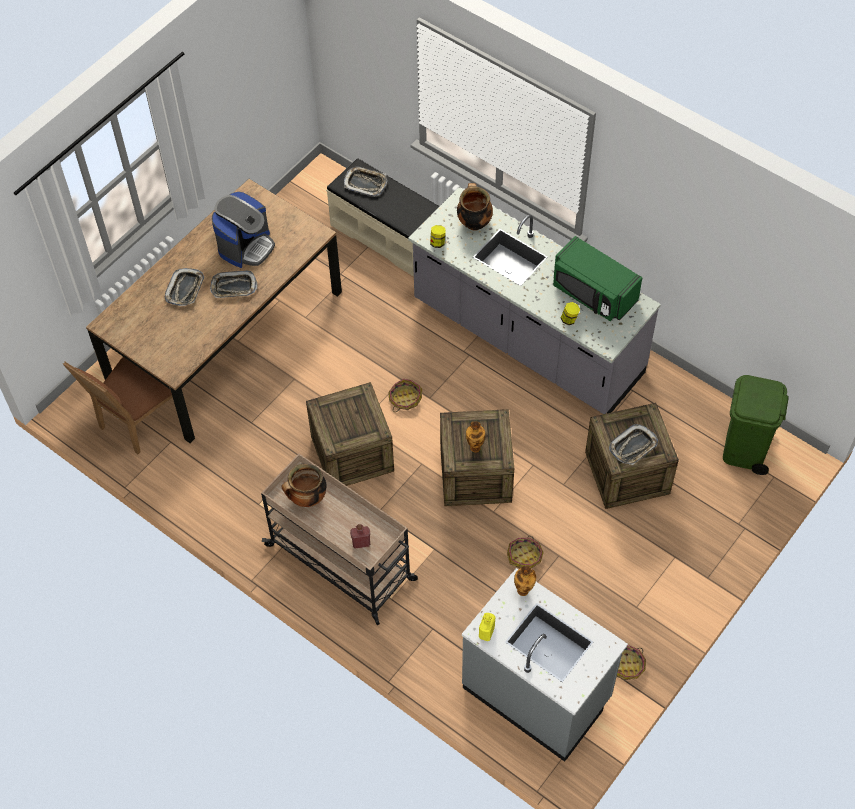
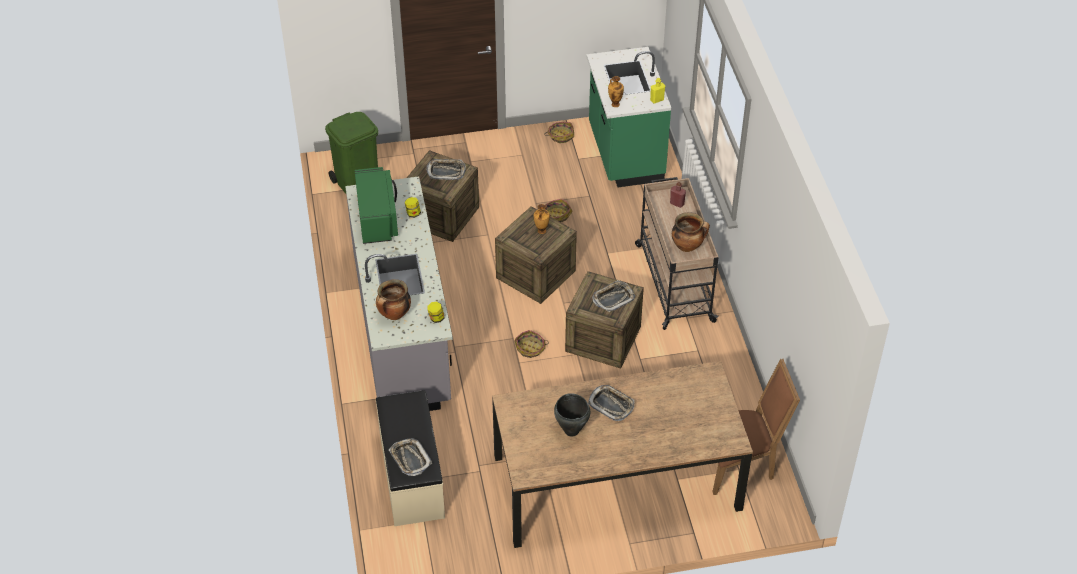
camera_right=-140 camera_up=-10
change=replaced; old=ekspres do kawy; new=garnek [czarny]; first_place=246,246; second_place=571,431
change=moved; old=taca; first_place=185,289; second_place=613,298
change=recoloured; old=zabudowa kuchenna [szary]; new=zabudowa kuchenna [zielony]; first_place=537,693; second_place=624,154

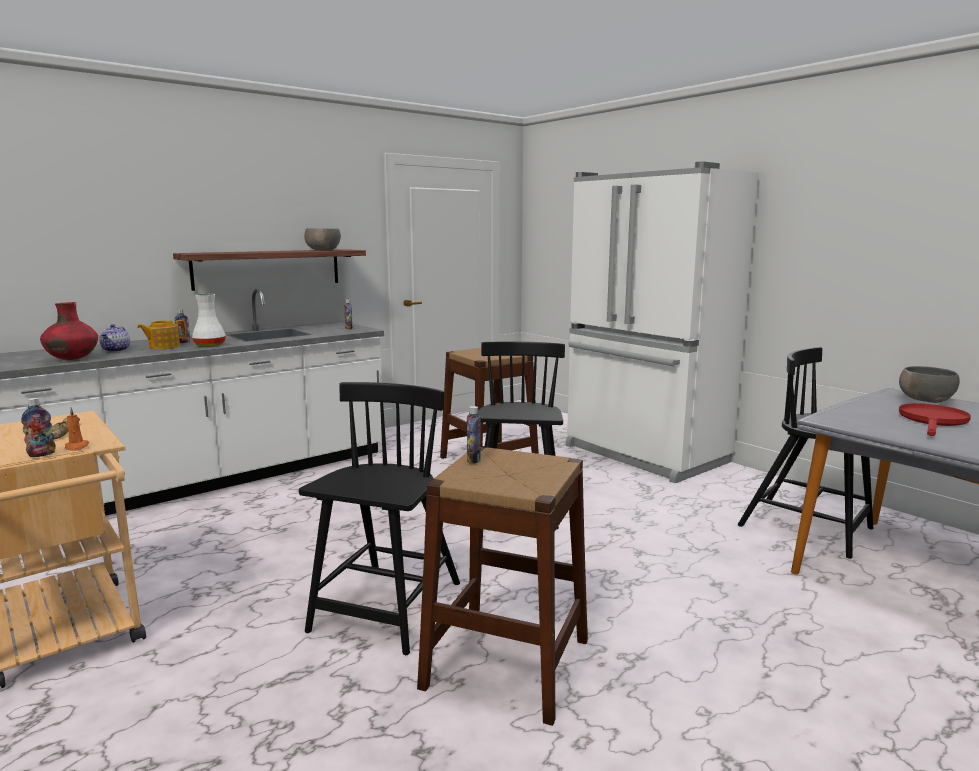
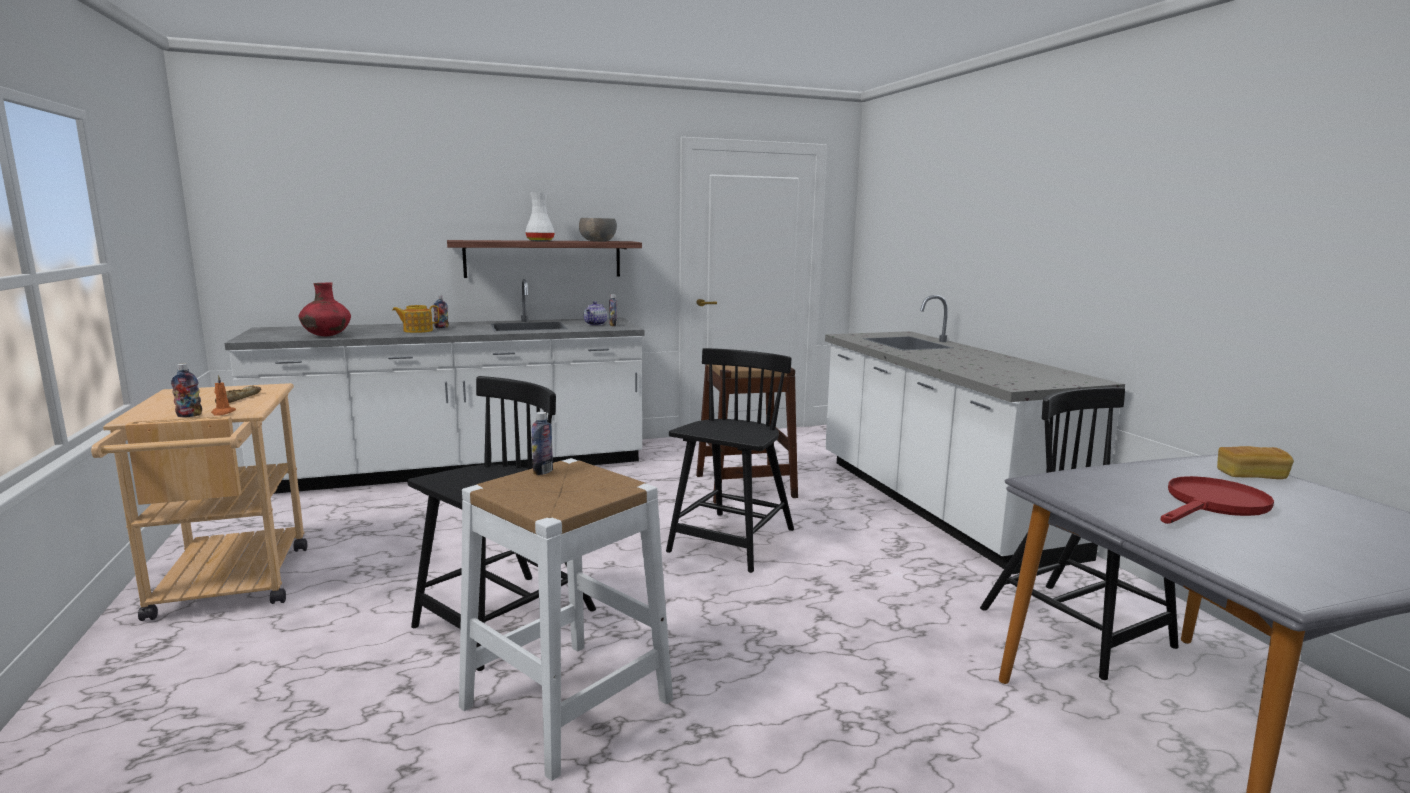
camera_right=20 camera_up=0
change=replaced; old=lodówka [biały]; new=zabudowa kuchenna [biały]; first_place=644,455; second_place=936,505
change=moved; old=wazon [biały]; first_place=209,345; second_place=540,240
change=moved; old=imbryk; first_place=116,350; second_place=595,324
change=replaced; old=miska [szary]; new=chleb; first_place=925,400; second_place=1251,476
change=recoloured; old=stołek [brązowy]; new=stołek [biały]; first_place=507,663; second_place=567,703

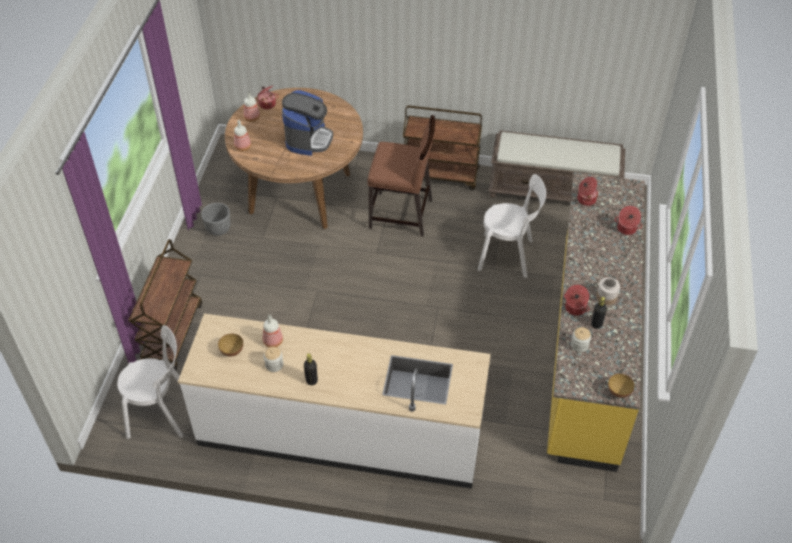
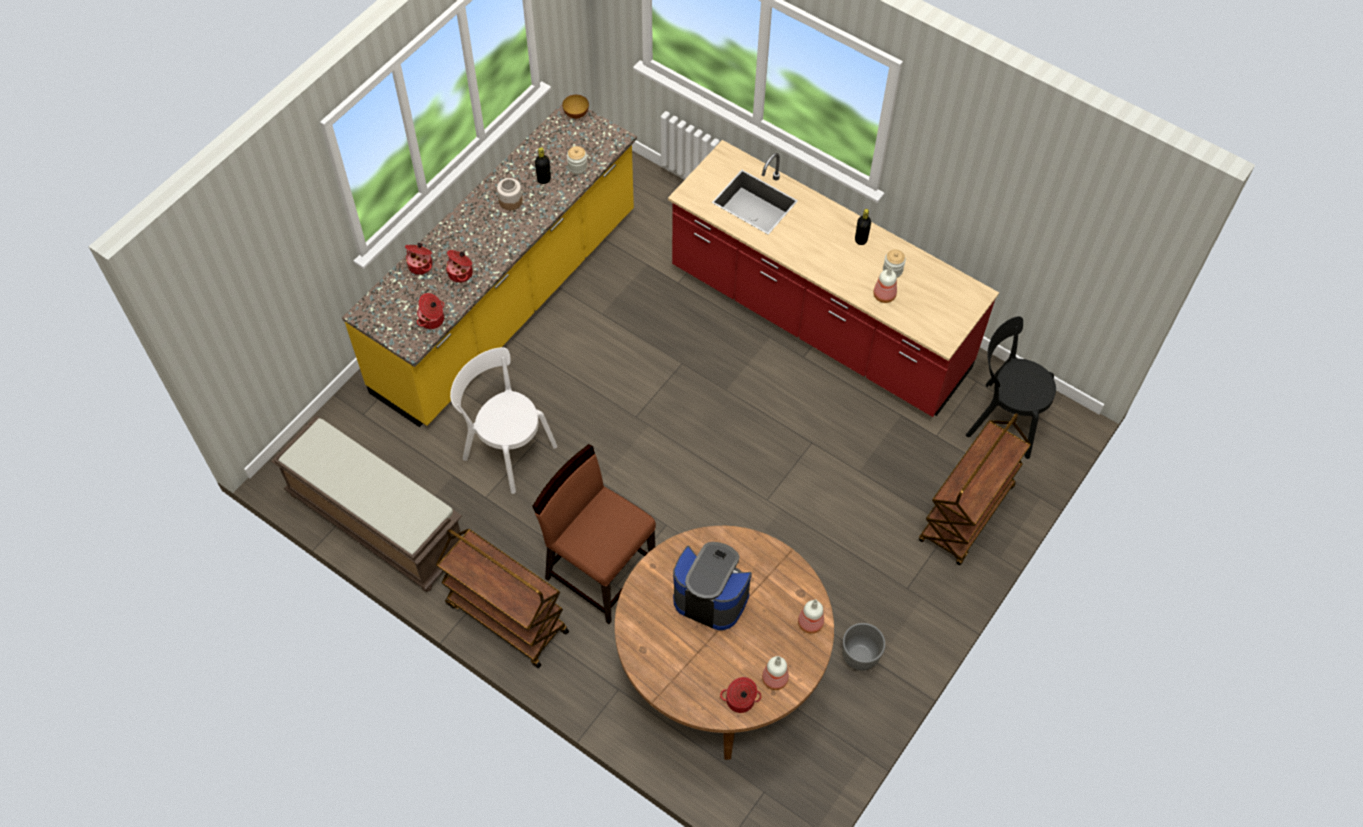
camera_right=-155 camera_up=10
change=turned; old=ekspres do kawy; first_place=308,139; second_place=711,596; degrees=75
change=moved; old=garnek; first_place=574,308; second_place=461,273
change=recoloured; old=zabudowa kuchenna [biały]; new=zabudowa kuchenna [czerwony]; first_place=341,433; second_place=818,321
change=recoloured; old=krzesło [biały]; new=krzesło [czarny]; first_place=161,413; second_place=1002,418
change=removed; old=miska; first_place=232,351

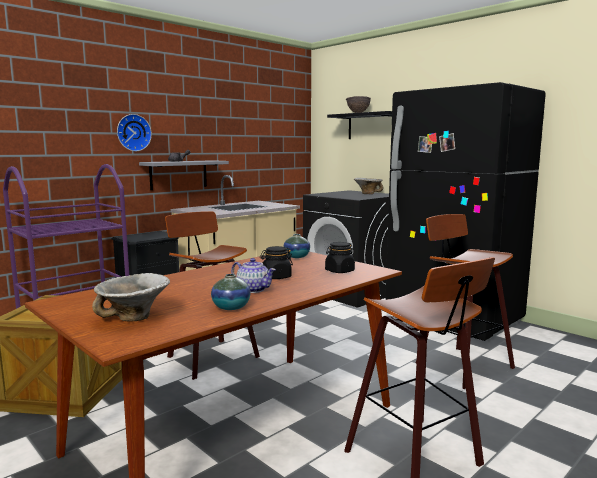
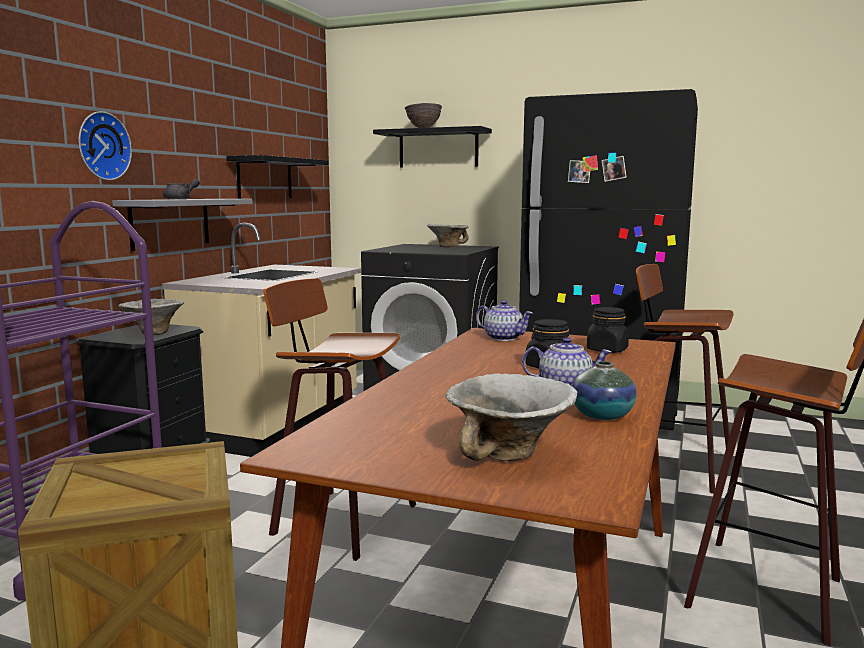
camera_right=-25 camera_up=0
change=replaced; old=wazon; new=imbryk; first_place=296,257; second_place=503,338
change=added; new=półka [czarny]; second_place=265,178
change=added; new=miska; second_place=153,333

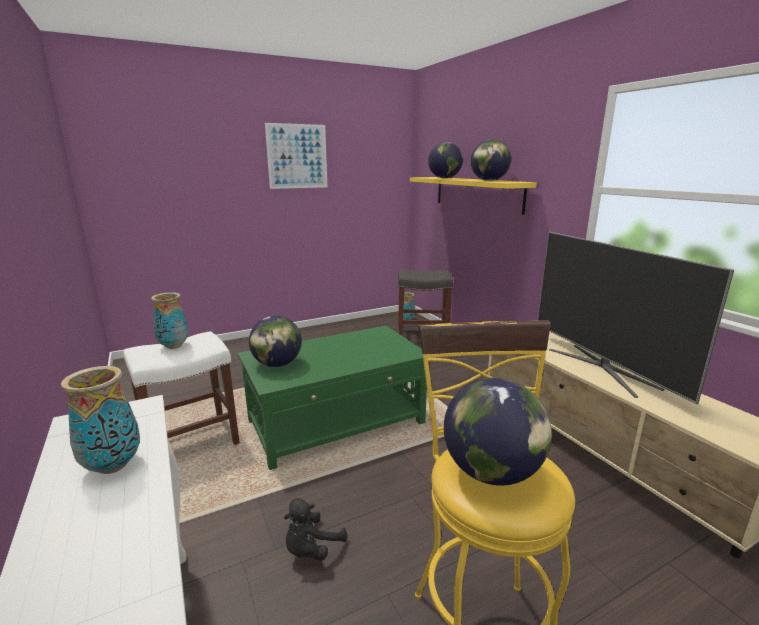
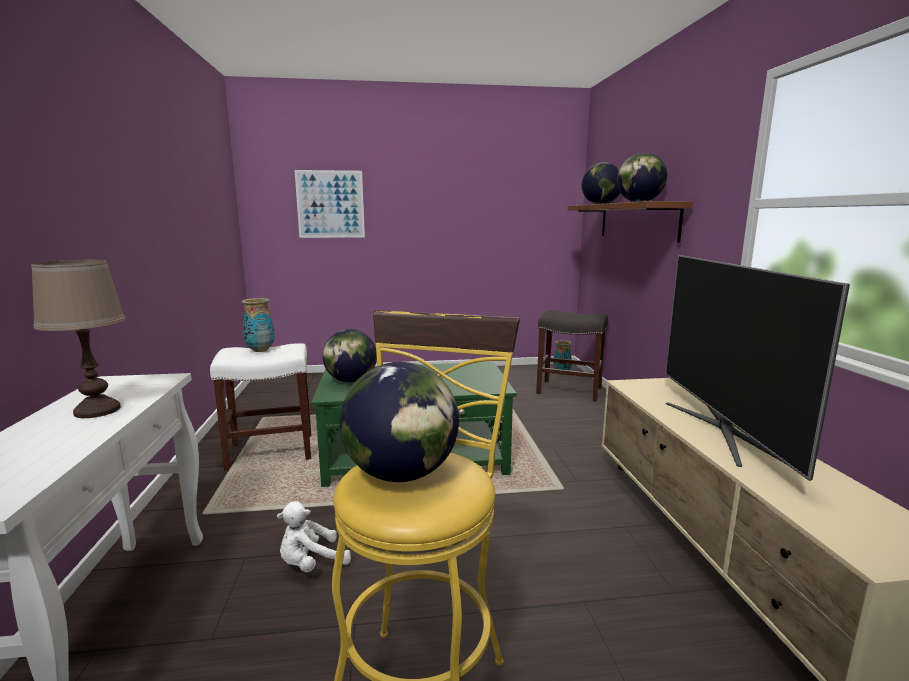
camera_right=20 camera_up=-5
change=moved; old=obraz; first_place=297,156; second_place=330,204
change=recoloured; old=półka [żółty]; new=półka [brązowy]; first_place=477,193; second_place=637,221
change=replaced; old=wazon; new=lampa stołowa [brązowy]; first_place=113,465; second_place=98,410
change=recoloured; old=pluszak [czarny]; new=pluszak [biały]; first_place=311,549; second_place=311,564

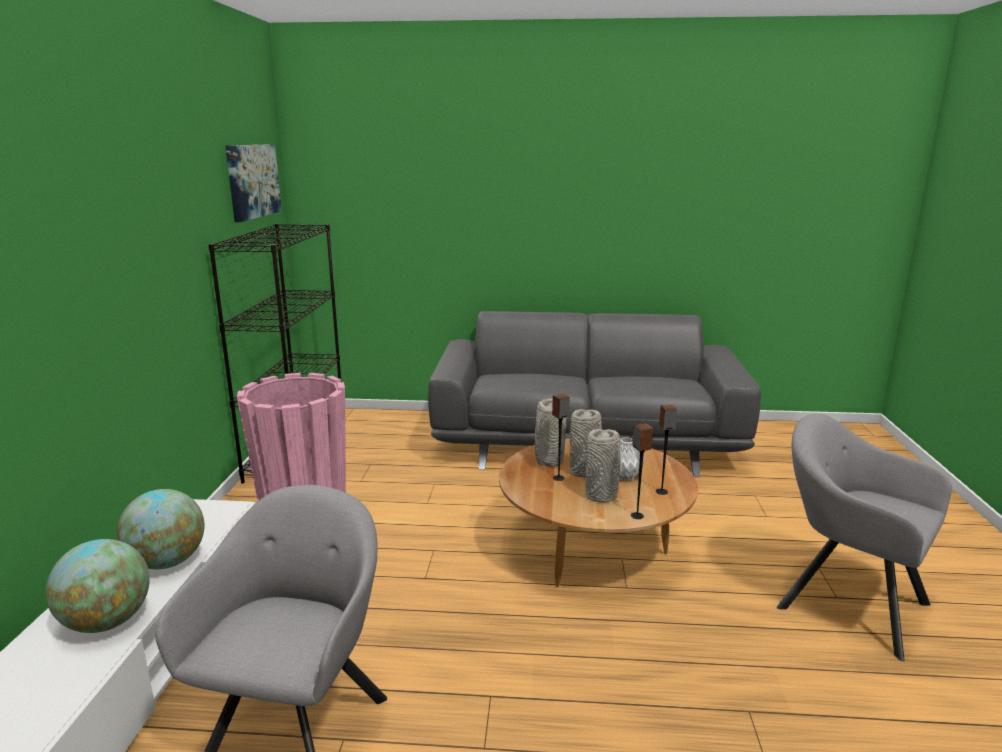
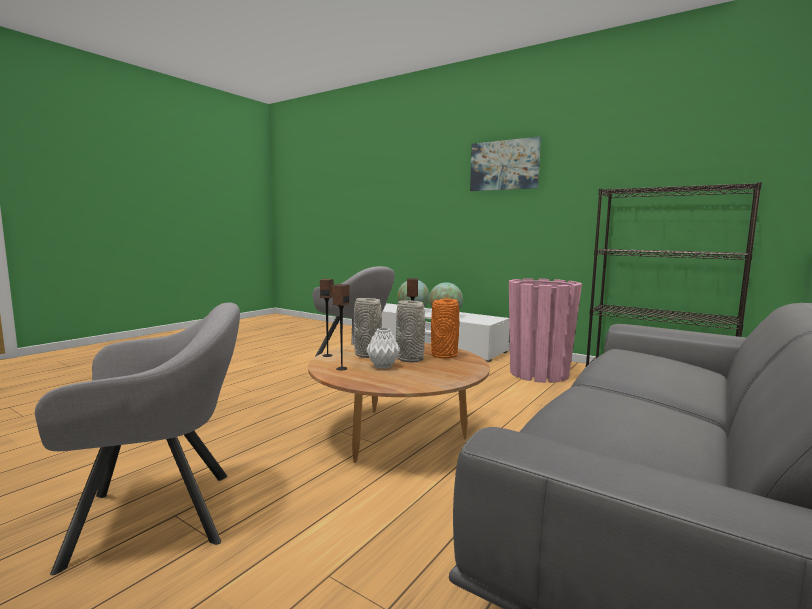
camera_right=120 camera_up=-10
change=moved; old=obraz; first_place=252,181; second_place=504,165
change=recoloured; old=wazon [szary]; new=wazon [pomarańczowy]; first_place=548,461; second_place=443,355

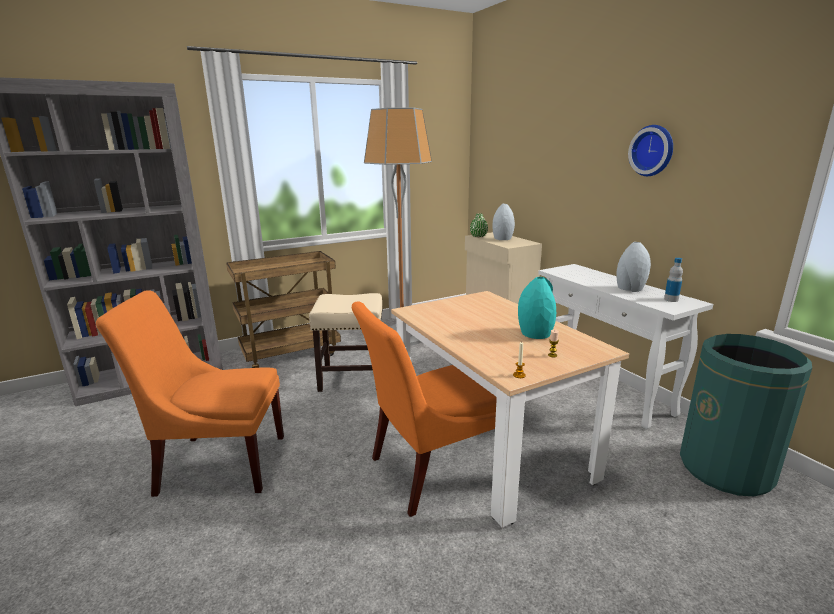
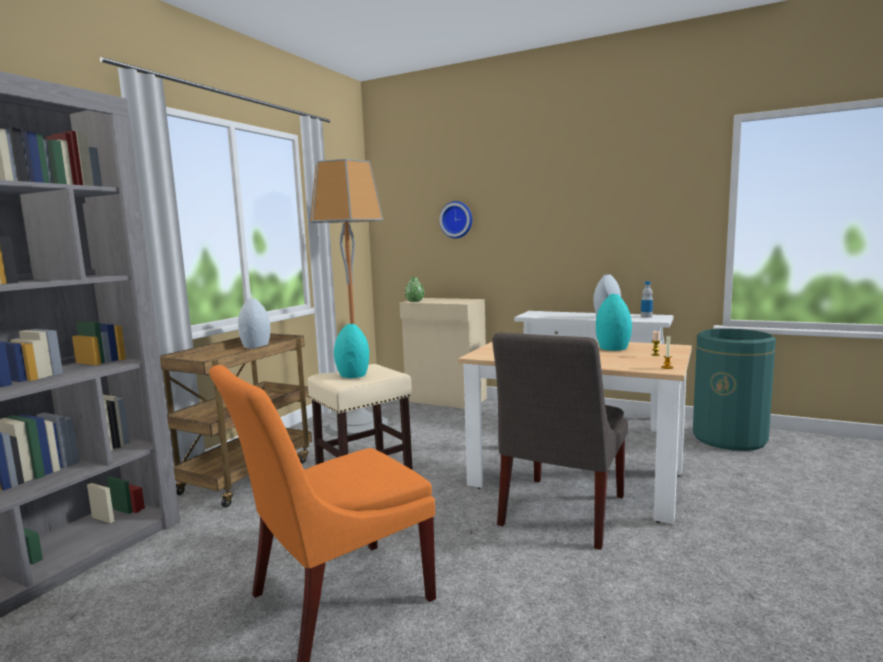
camera_right=-35 camera_up=-10
change=moved; old=zegar ścienny; first_place=653,150; second_place=457,219
change=moved; old=wazon [szary]; first_place=502,239; second_place=255,346
change=recoloured; old=krzesło [pomarańczowy]; new=krzesło [szary]; first_place=429,470; second_place=560,513
change=added; new=wazon [turkusowy]; second_place=353,375

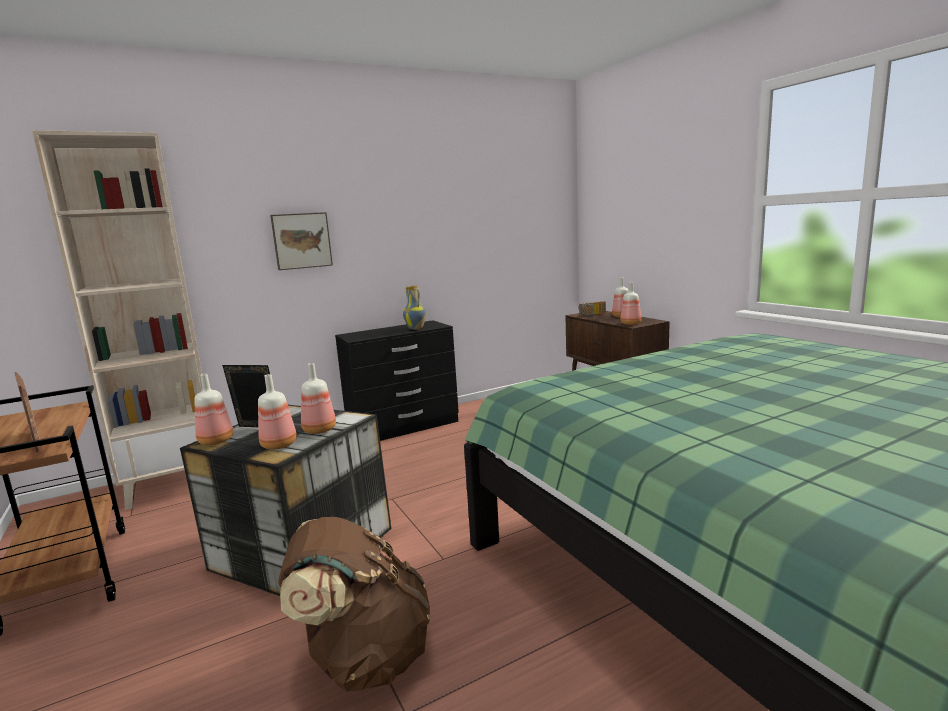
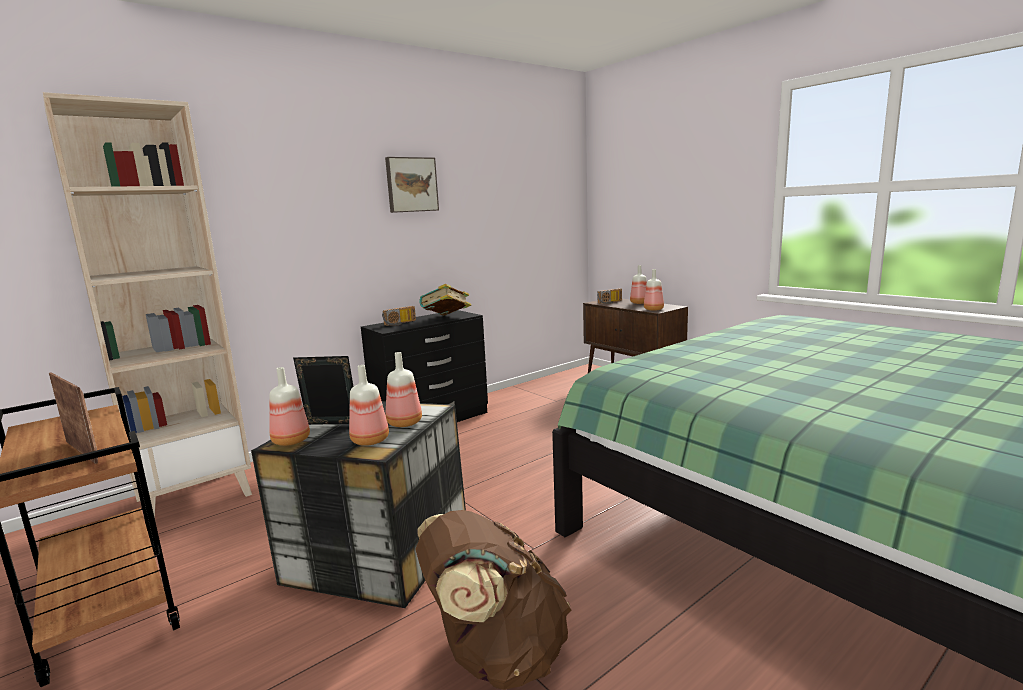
camera_right=-10 camera_up=0
change=moved; old=obraz; first_place=301,240; second_place=411,185
change=replaced; old=wazon; new=książka; first_place=416,328; second_place=446,318
change=added; new=radio; second_place=400,323

